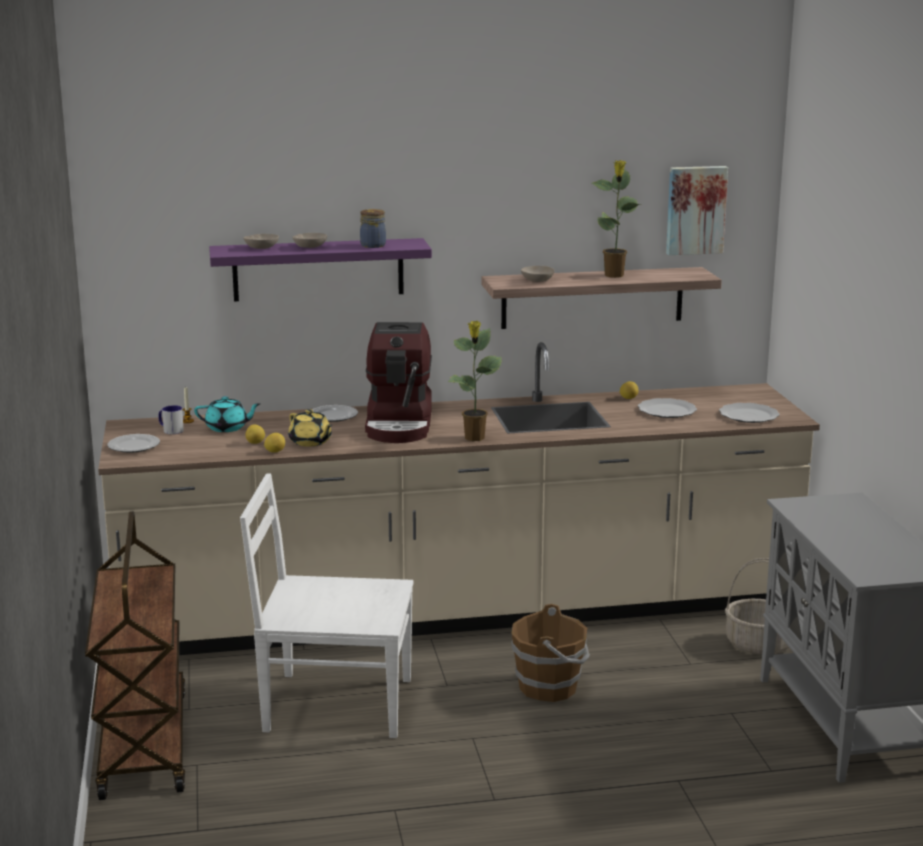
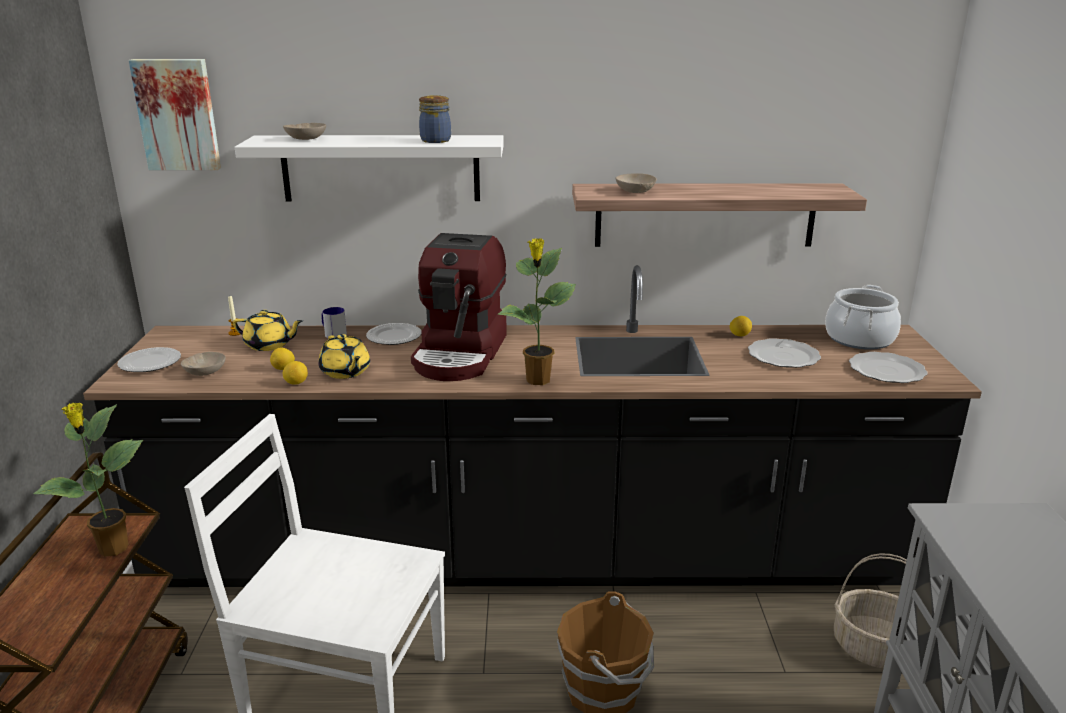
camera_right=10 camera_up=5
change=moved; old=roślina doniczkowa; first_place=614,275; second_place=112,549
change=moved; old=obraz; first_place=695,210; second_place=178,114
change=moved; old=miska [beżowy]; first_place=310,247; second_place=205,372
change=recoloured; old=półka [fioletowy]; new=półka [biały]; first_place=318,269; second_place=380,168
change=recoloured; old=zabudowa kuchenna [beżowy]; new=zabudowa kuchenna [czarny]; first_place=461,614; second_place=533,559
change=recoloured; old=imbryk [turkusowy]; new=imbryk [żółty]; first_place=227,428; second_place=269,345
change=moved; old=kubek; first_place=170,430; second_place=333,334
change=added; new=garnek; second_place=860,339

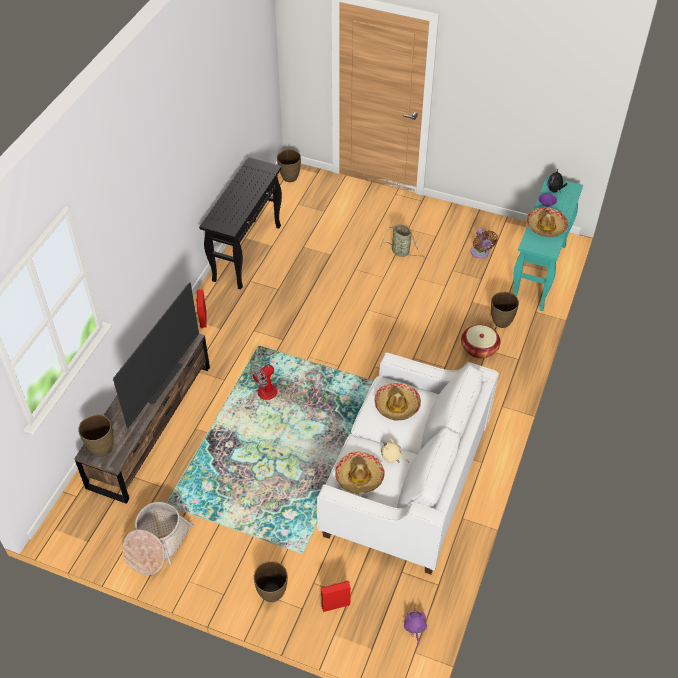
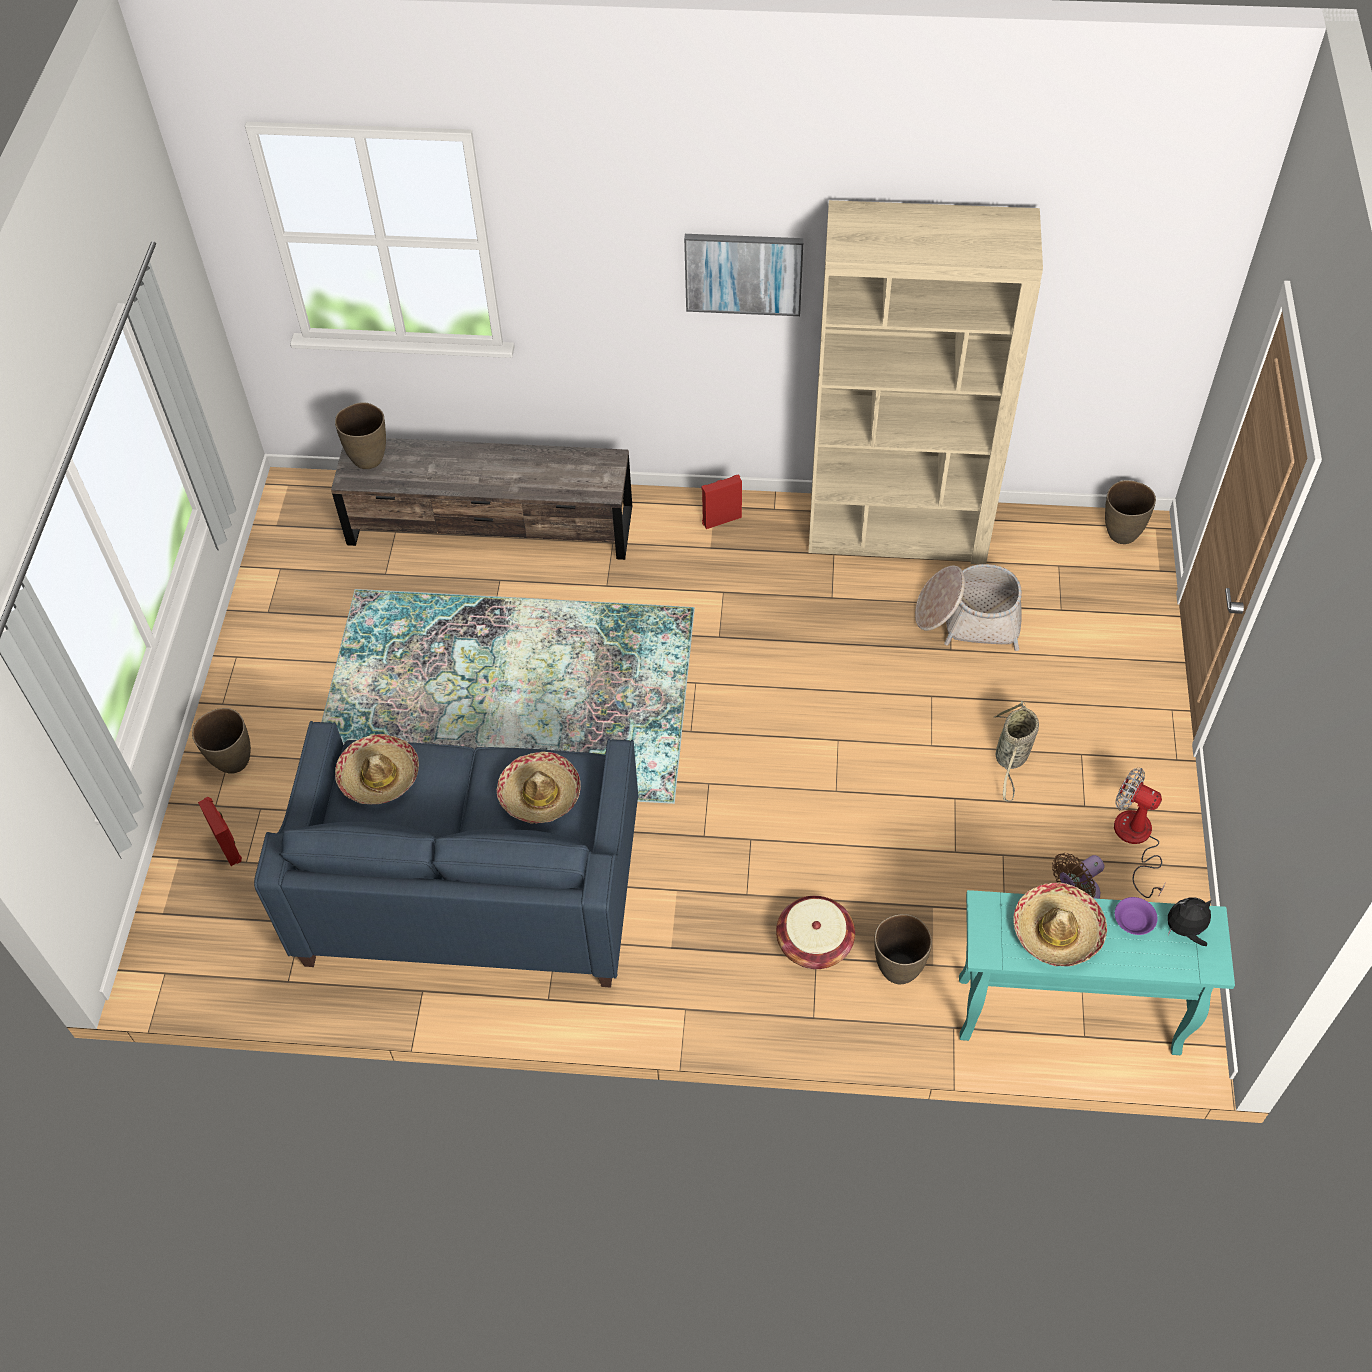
camera_right=75 camera_up=5
change=replaced; old=stolik konsolowy [czarny]; new=regał [beżowy]; first_place=247,252; second_place=898,530
change=removed; old=telewizor; first_place=164,382
change=recoloured; old=kanapa [biały]; new=kanapa [niebieski]; first_place=405,483; second_place=472,889
change=moved; old=wentylator; first_place=275,393; second_place=1135,840
change=removed; old=pluszak [beżowy]; first_place=392,457
change=moved; old=koszyk; first_place=156,544; second_place=968,618
change=removed; old=pluszak [fioletowy]; first_place=414,627
change=added; new=obraz; second_place=743,273

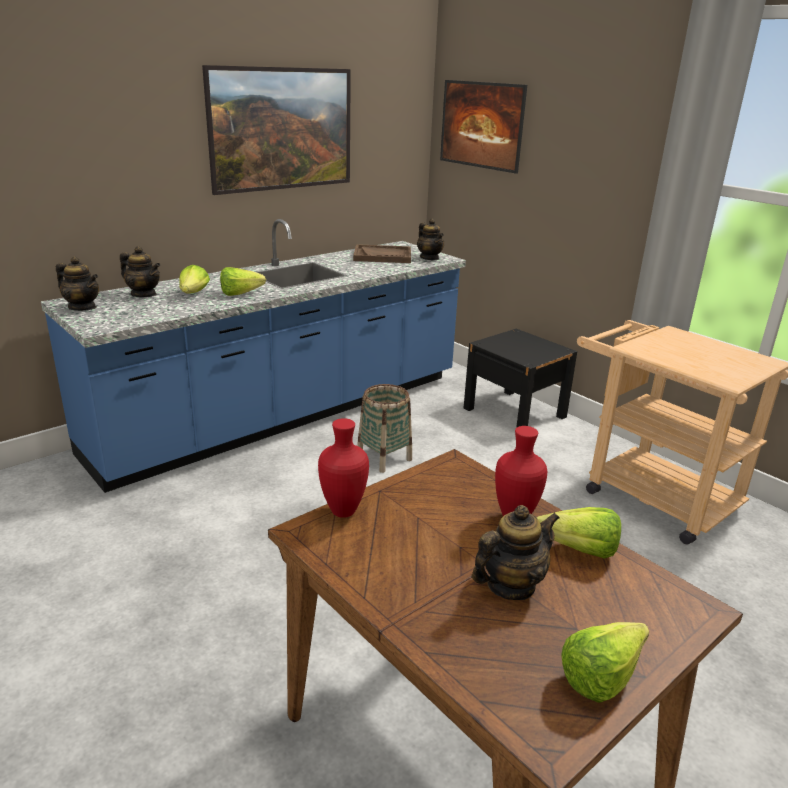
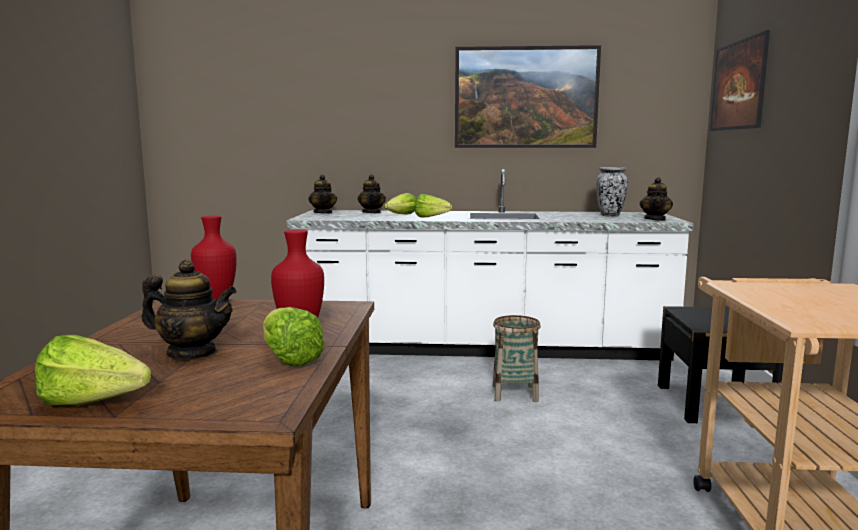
camera_right=45 camera_up=-15
change=recoloured; old=zabudowa kuchenna [niebieski]; new=zabudowa kuchenna [biały]; first_place=285,414; second_place=482,347
change=replaced; old=taca [brązowy]; new=wazon; first_place=382,256; second_place=610,215

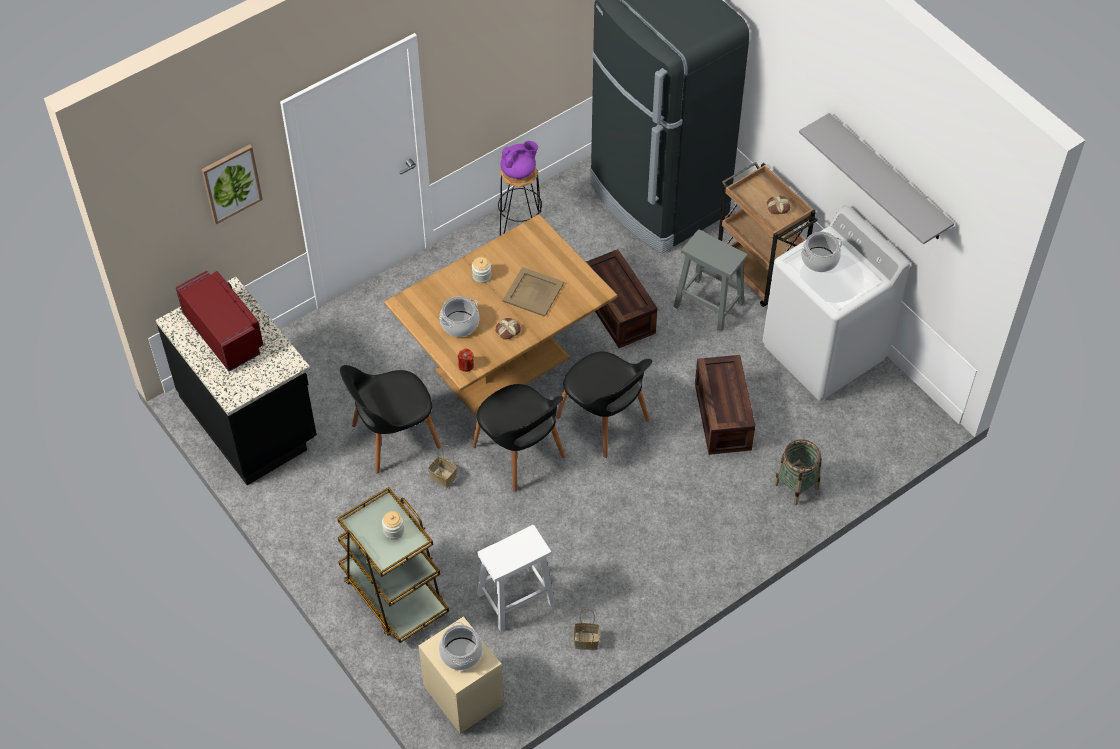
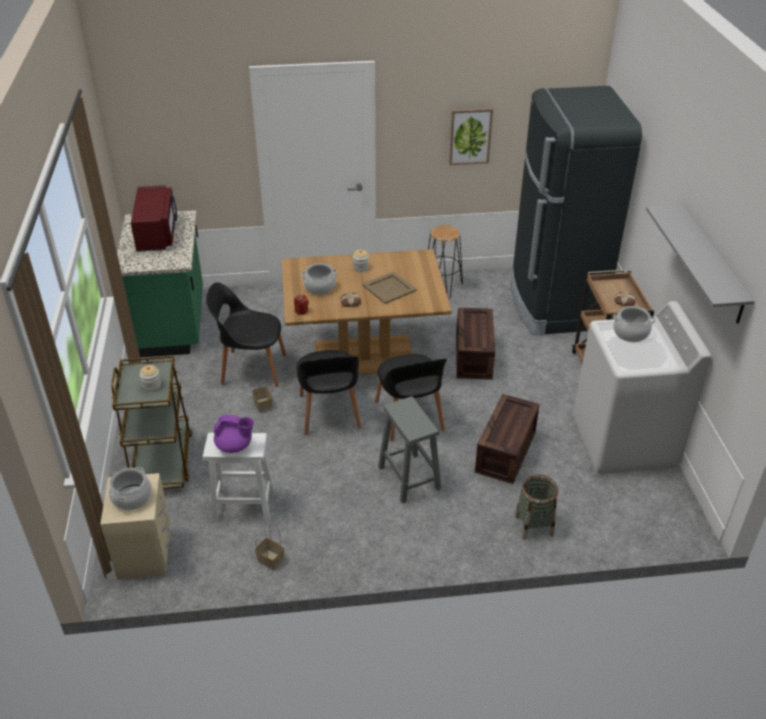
camera_right=30 camera_up=-15
change=moved; old=imbryk [fioletowy]; first_place=519,171; second_place=235,446
change=moved; old=obraz; first_place=231,183; second_place=470,136
change=moved; old=stołek [szary]; first_place=707,304; second_place=408,477
change=recoloured; old=zabudowa kuchenna [czarny]; new=zabudowa kuchenna [zielony]; first_place=250,419; second_place=172,323

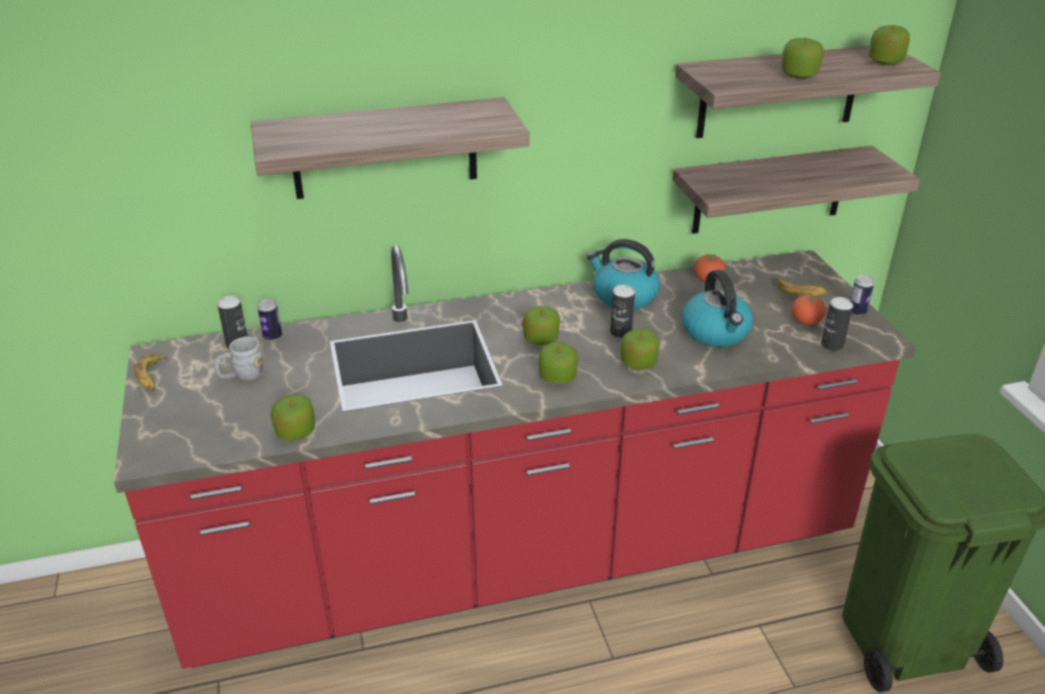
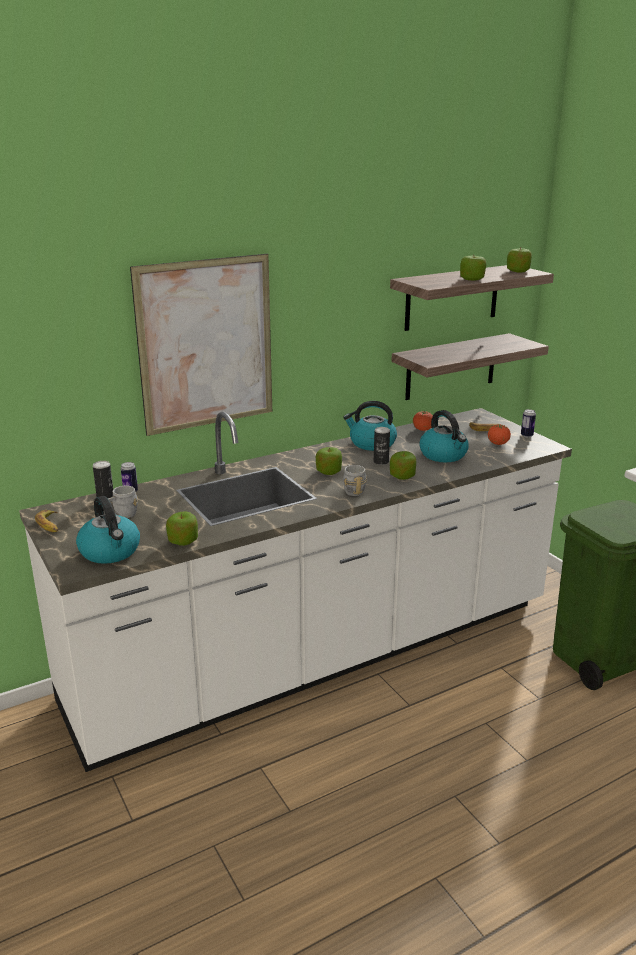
camera_right=-15 camera_up=-10
change=replaced; old=półka; new=obraz; first_place=384,149; second_place=206,344
change=recoloured; old=zabudowa kuchenna [czerwony]; new=zabudowa kuchenna [biały]; first_place=522,557; second_place=318,655
change=removed; old=puszka; first_place=832,345
change=replaced; old=jabłko; new=kubek [szary]; first_place=557,377; second_place=352,490
change=added; new=czajnik; second_place=110,552

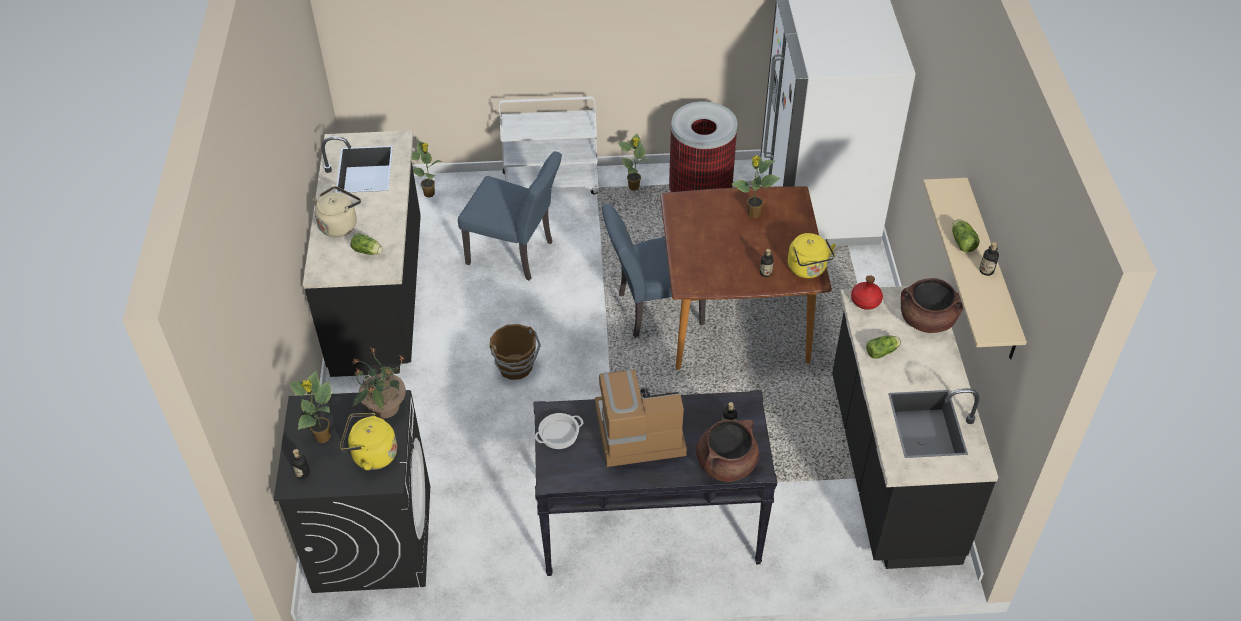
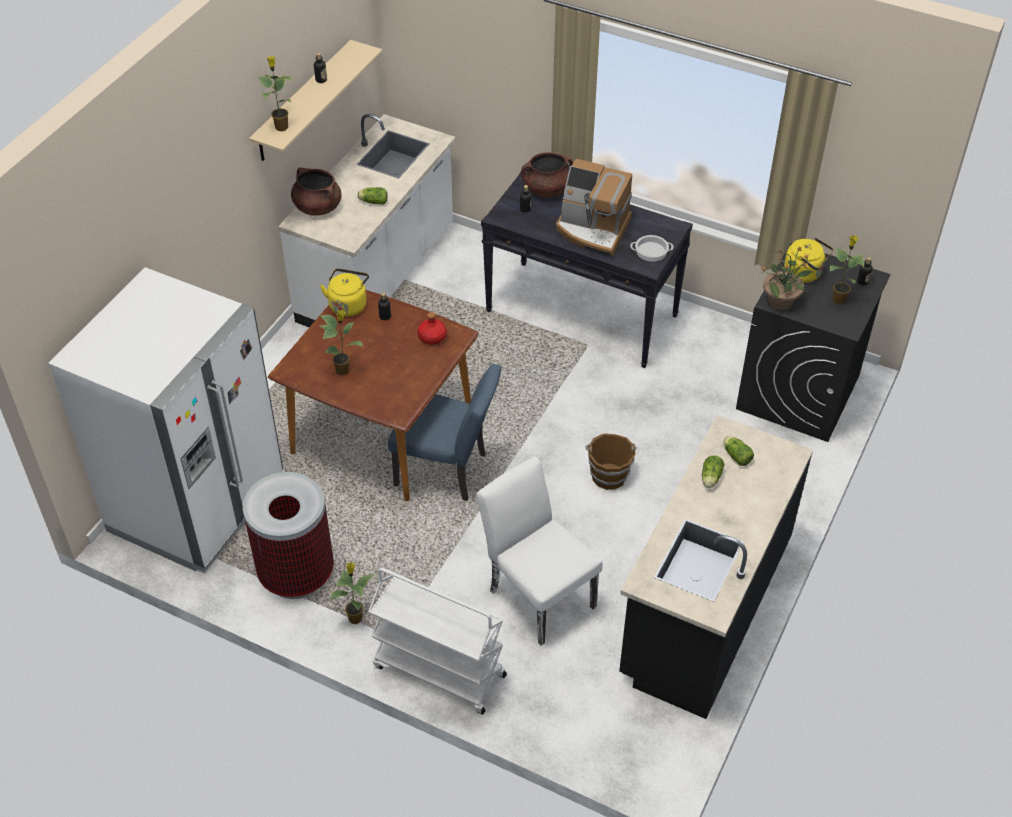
camera_right=-150 camera_up=0
change=moved; old=roślina doniczkowa; first_place=430,194; second_place=281,126
change=recoloured; old=krzesło [niebieski]; new=krzesło [biały]; first_place=516,254; second_place=537,593
change=removed; old=czajnik [beżowy]; first_place=340,225
change=moved; old=sałata; first_place=962,241; second_place=710,479
change=moved; old=butelka [czerwony]; first_place=866,301; second_place=432,337
change=recoloured; old=zabudowa kuchenna [czarny]; new=zabudowa kuchenna [biały]; first_place=890,469; second_place=378,276

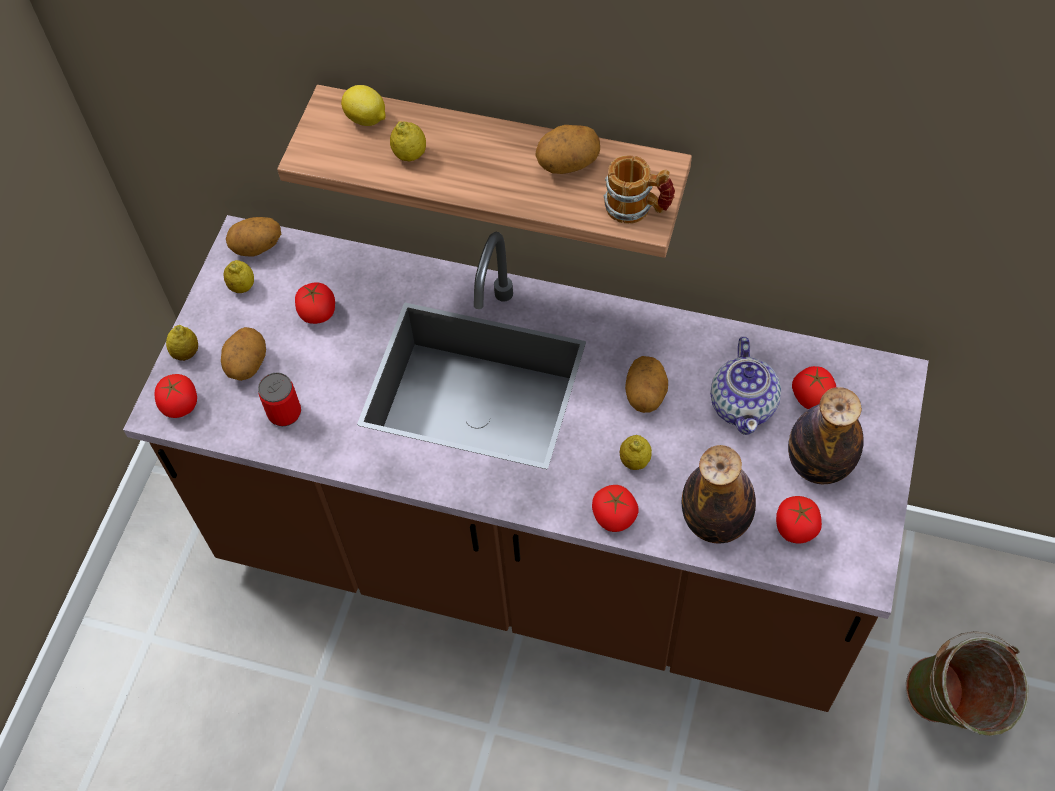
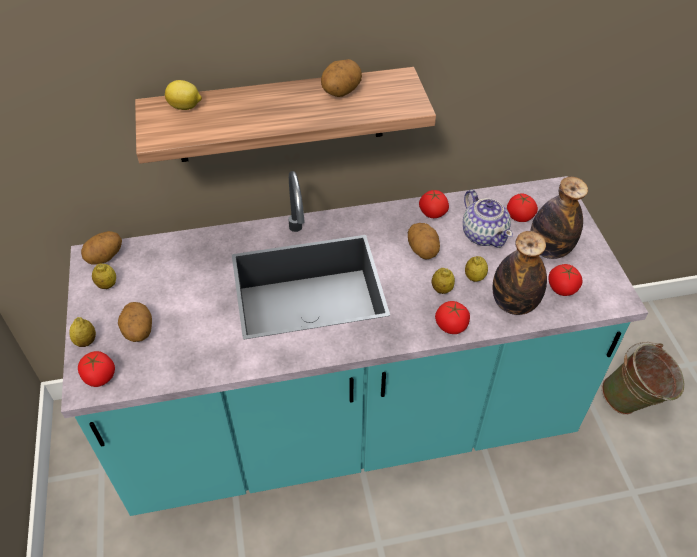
camera_right=-30 camera_up=-10
change=moved; old=cytryna; first_place=410,155; second_place=474,277
change=removed; old=kubek; first_place=637,208
change=recoloured; old=zabudowa kuchenna [brązowy]; new=zabudowa kuchenna [turkusowy]; first_place=537,557; second_place=348,423
change=moved; old=pomidor; first_place=318,313; second_place=433,213
change=removed; old=puszka; first_place=284,413

